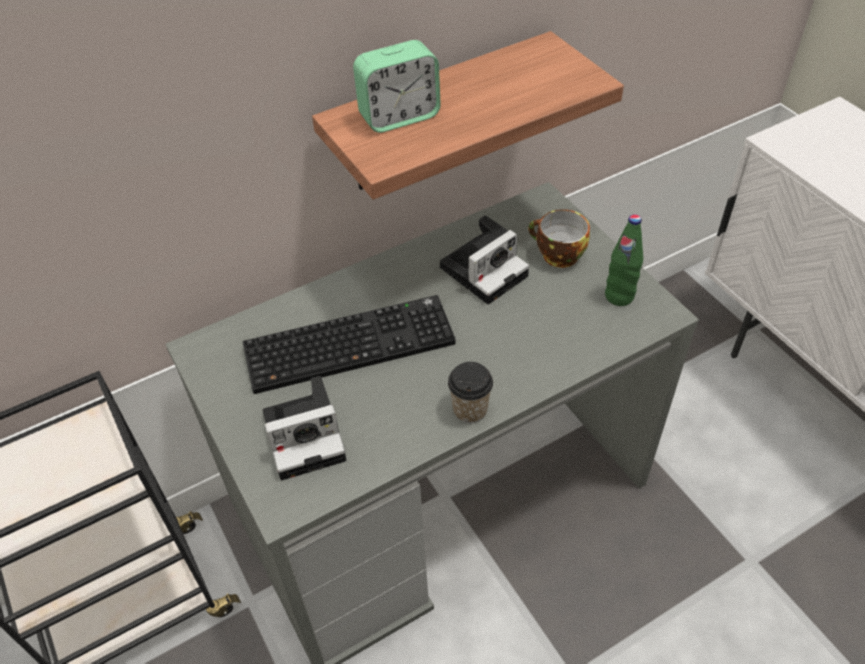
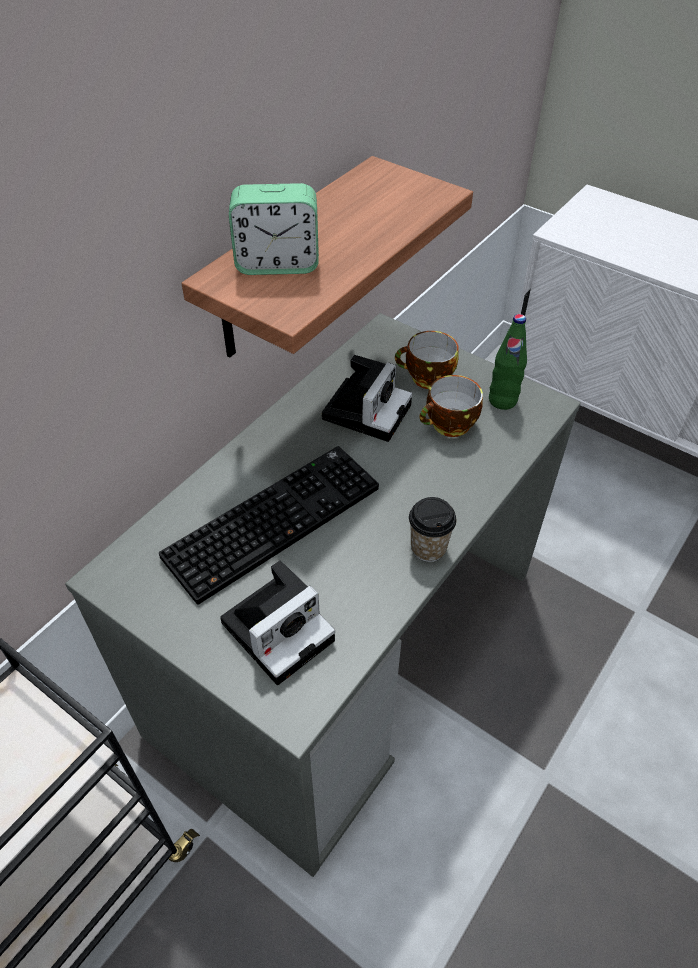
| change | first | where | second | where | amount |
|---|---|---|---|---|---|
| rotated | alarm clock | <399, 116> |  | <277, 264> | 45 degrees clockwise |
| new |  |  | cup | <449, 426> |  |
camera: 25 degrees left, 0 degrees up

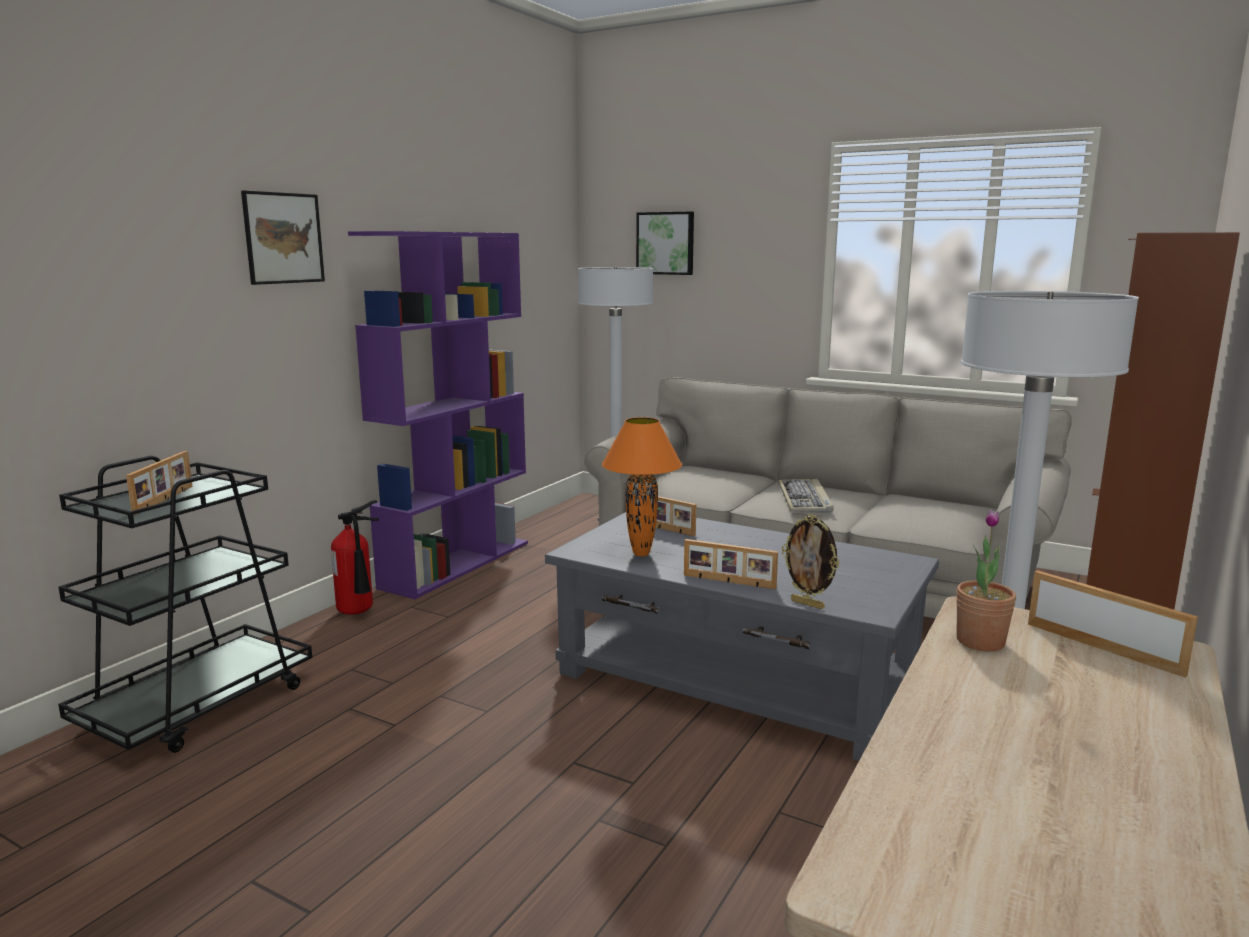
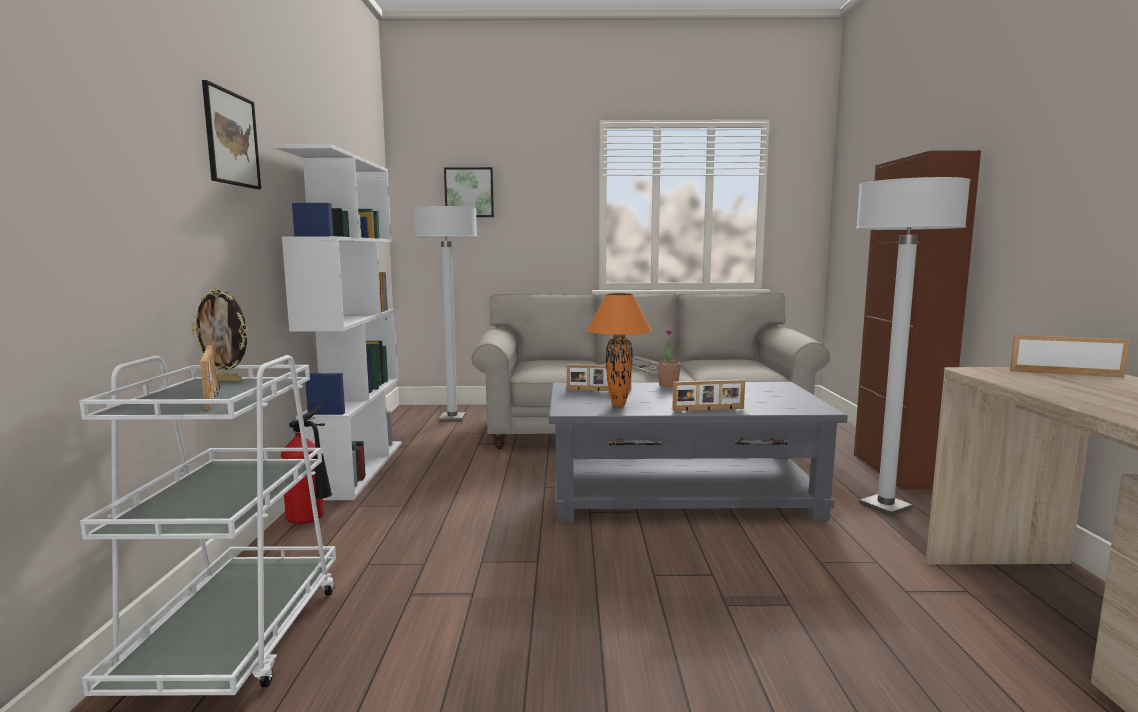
| change | first | where | second | where | amount |
|---|---|---|---|---|---|
| repainted | purple bookcase | <457, 564> | white bookcase | <357, 468> |  |
| repainted | black cart | <198, 705> | white cart | <236, 638> |  |
| shifted | potted plant | <980, 641> |  | <668, 385> |  |
| shifted | picture frame | <808, 604> |  | <226, 380> |  |
camera: 30 degrees left, 5 degrees down

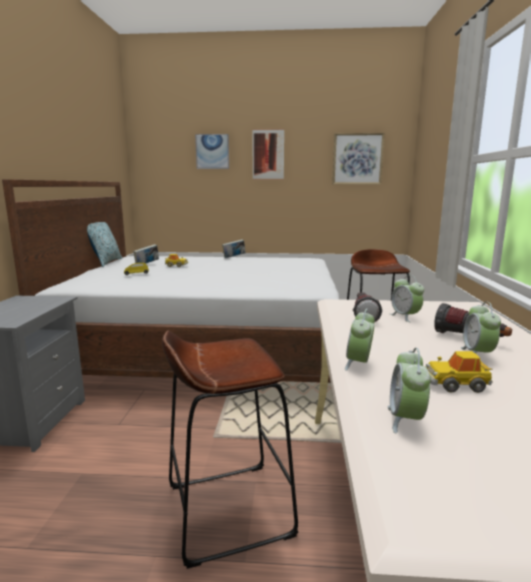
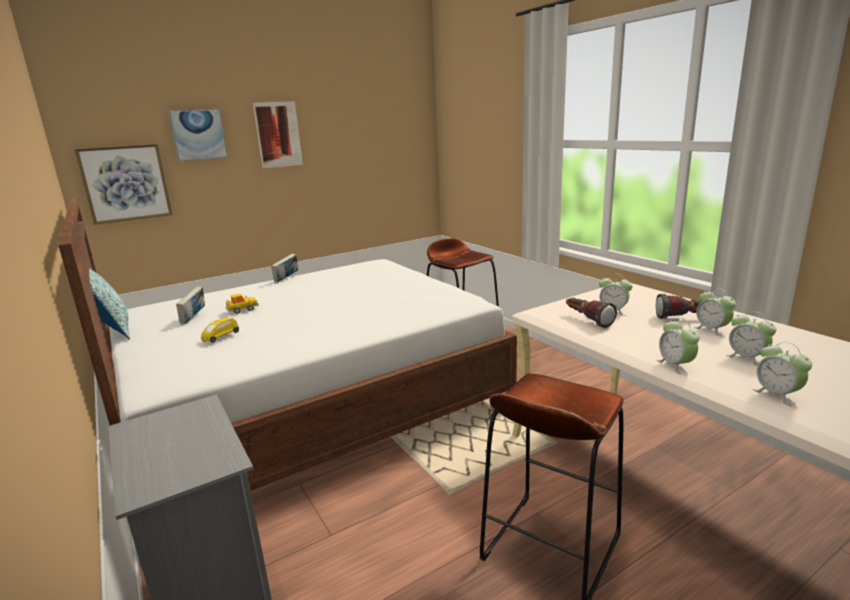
| change | first | where | second | where | amount |
|---|---|---|---|---|---|
| shifted | picture | <357, 159> |  | <125, 183> |  |
| swapped | toy car | <456, 384> | alarm clock | <747, 358> |  |
camera: 35 degrees left, 5 degrees up

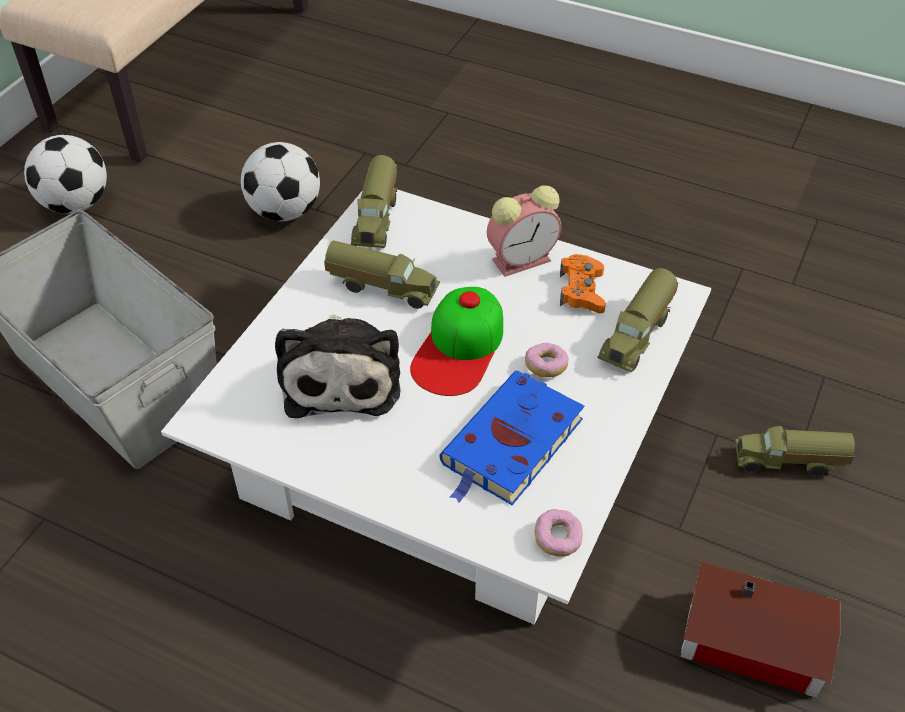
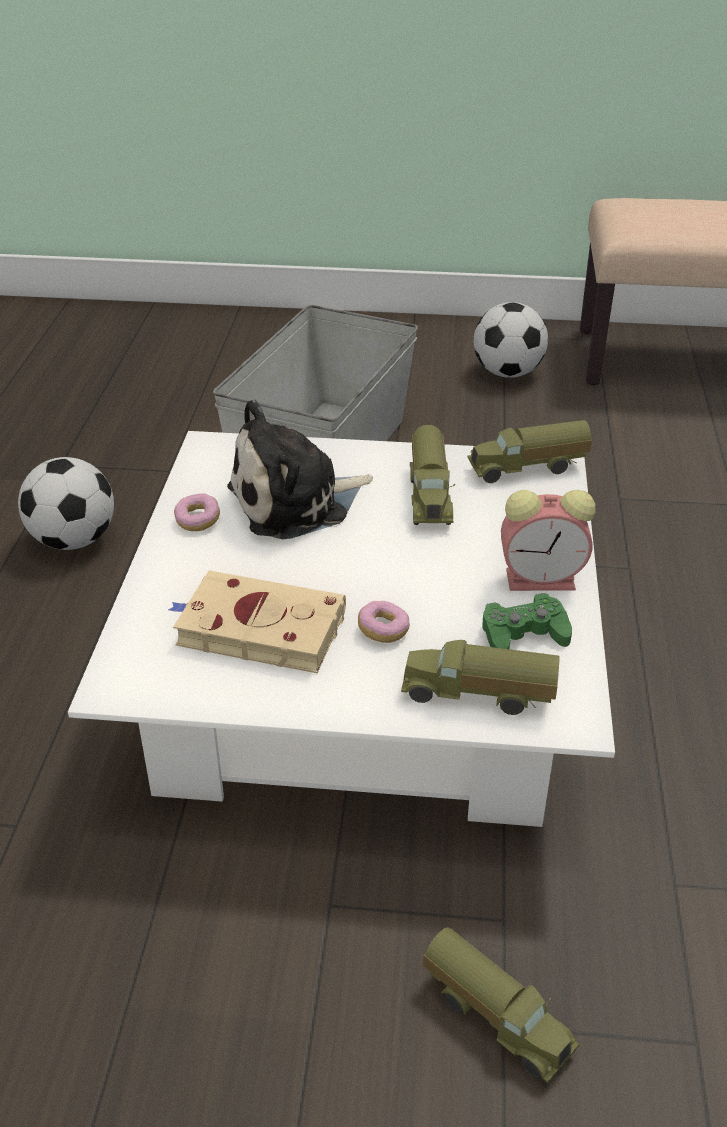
| change | first | where | second | where | amount |
|---|---|---|---|---|---|
| shifted | football | <285, 211> |  | <74, 540> |  |
| rotated | alarm clock | <523, 259> |  | <543, 579> | 45 degrees counterclockwise |
| repainted | orange game controller | <581, 291> | green game controller | <523, 634> |  |
| gone | cap | <459, 348> |  |  |  |
| repainted | blue book | <511, 445> | beige book | <256, 628> |  |
| rotated | toy truck | <788, 462> |  | <497, 1016> | 150 degrees clockwise |
| shifted | donut | <557, 539> |  | <198, 521> |  |
| gone | toy house | <756, 647> |  |  |  |
camera: 70 degrees right, 10 degrees down

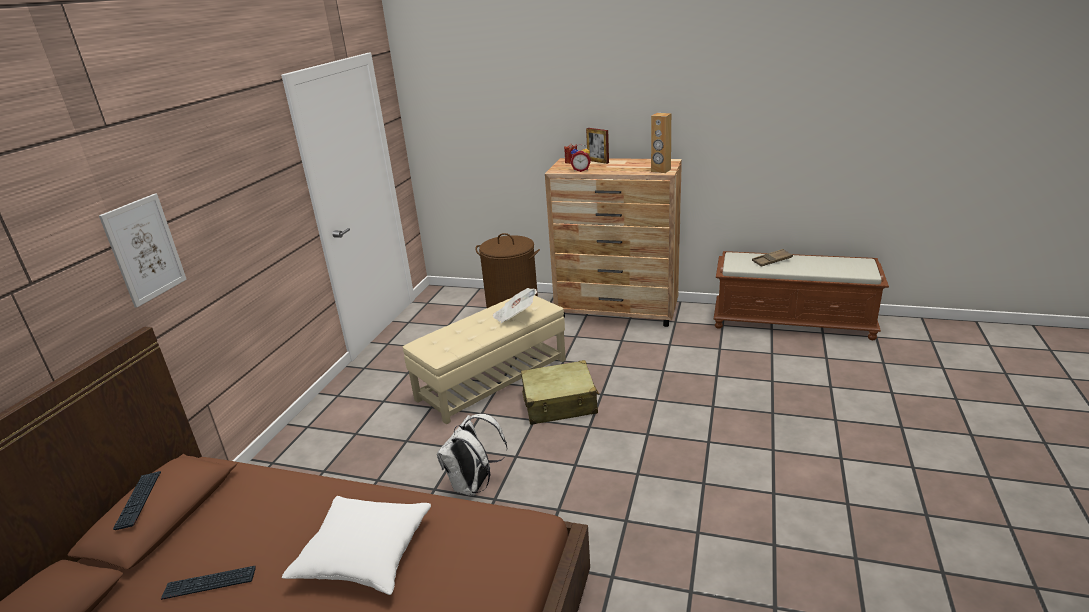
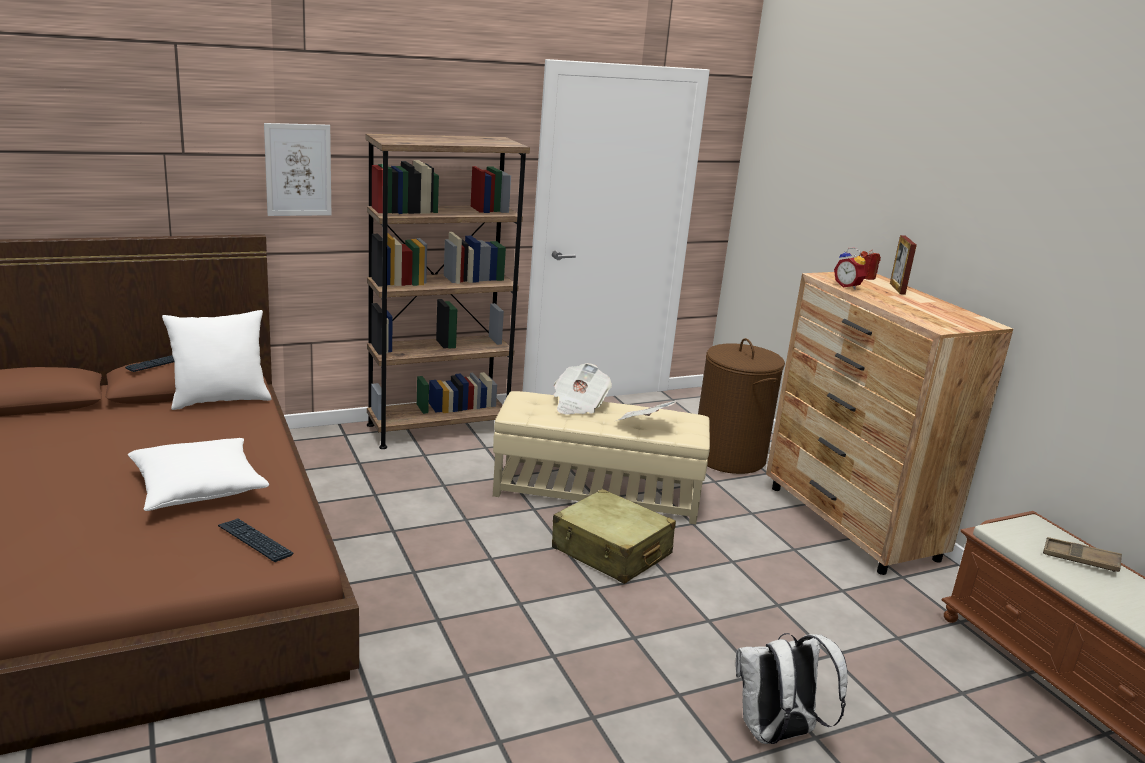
| change | first | where | second | where | amount |
|---|---|---|---|---|---|
| gone | brown speaker | <660, 170> |  |  |  |
| shifted | white backpack | <474, 485> |  | <776, 734> |  |
| shifted | keyboard | <210, 583> |  | <255, 541> |  |
| new |  |  | brown bookcase | <438, 429> |  |
| new |  |  | white pillow | <220, 400> |  |
| new |  |  | newspaper | <578, 405> |  |
camera: 45 degrees right, 5 degrees down

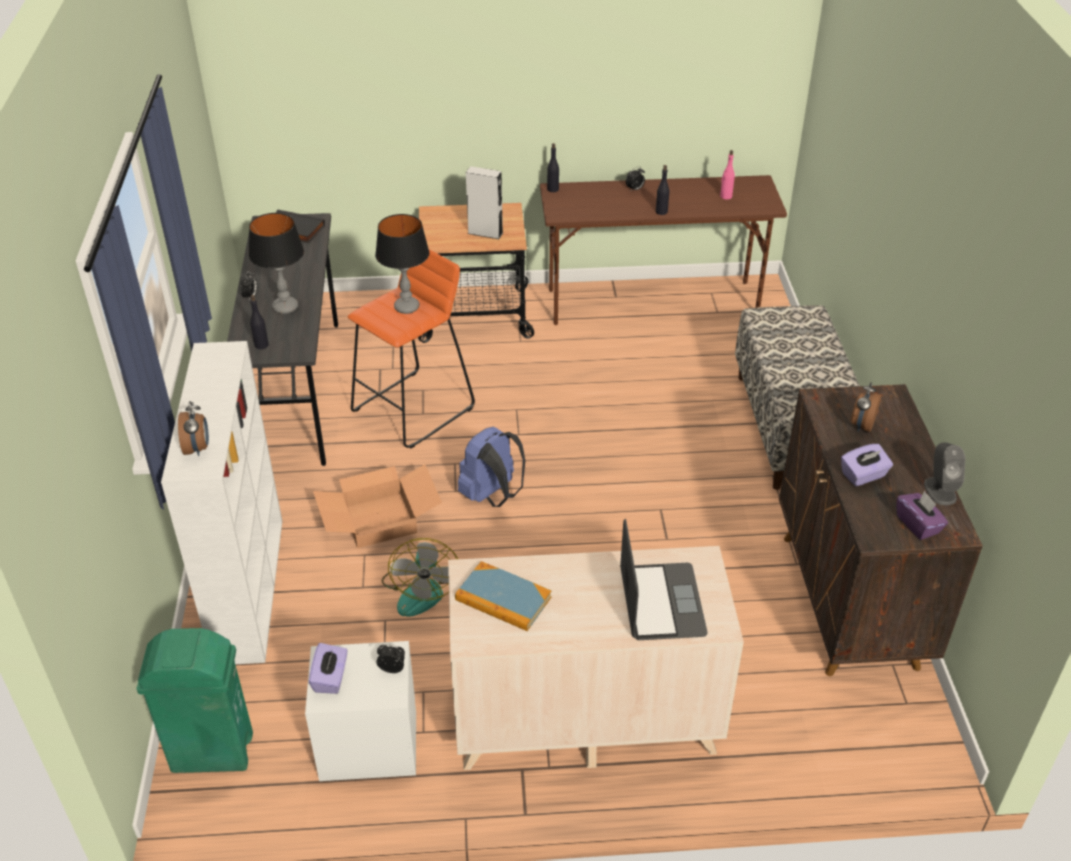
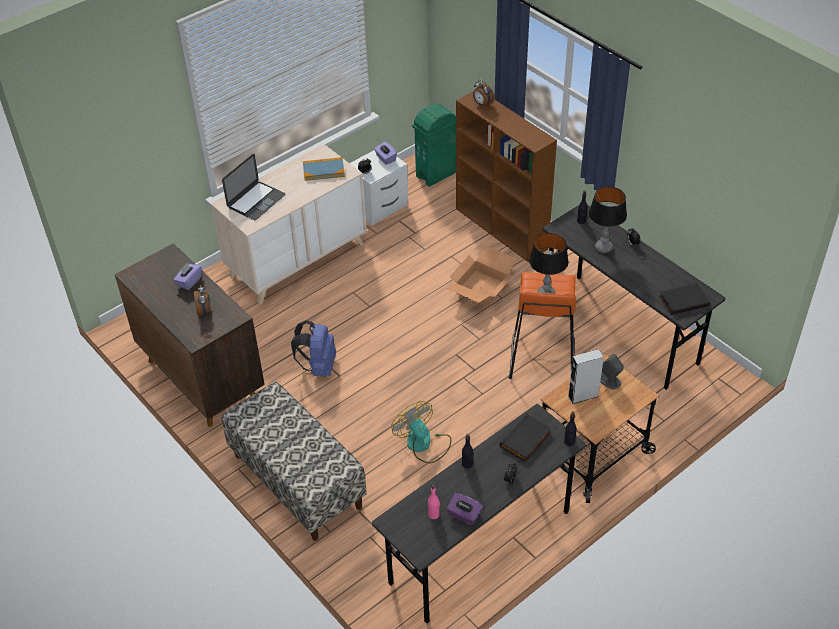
| change | first | where | second | where | amount |
|---|---|---|---|---|---|
| repainted | brown desk | <653, 302> | grey desk | <480, 548> |  |
| repainted | white bookcase | <249, 587> | brown bookcase | <502, 229> |  |
| shifted | blue backpack | <492, 495> |  | <318, 366> |  |
| shifted | grey speaker | <939, 490> |  | <609, 380> |  |
| shifted | purple tissue box | <918, 525> |  | <464, 515> |  |
| rotated | laptop | <661, 601> |  | <256, 201> | 105 degrees counterclockwise |
| shifted | fan | <421, 589> |  | <423, 444> |  |
| new |  |  | black book | <526, 440> |  |
camera: 145 degrees right, 5 degrees up

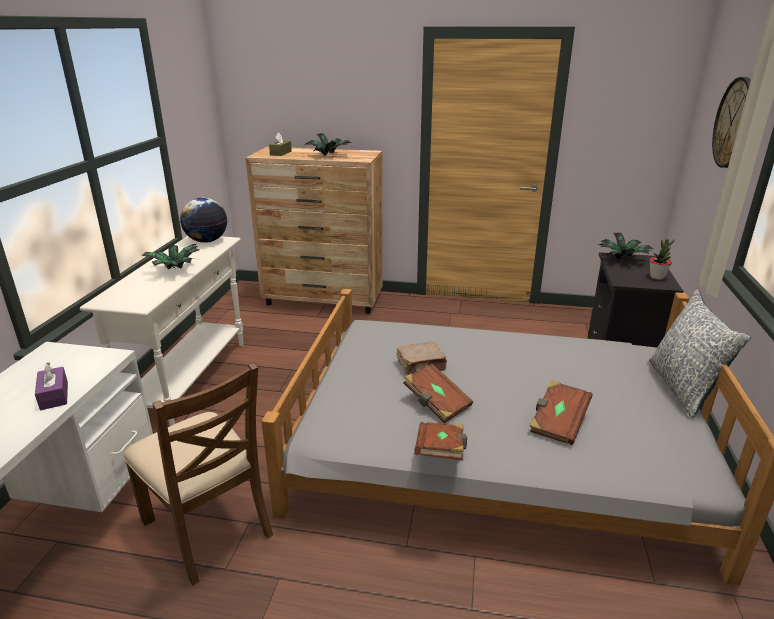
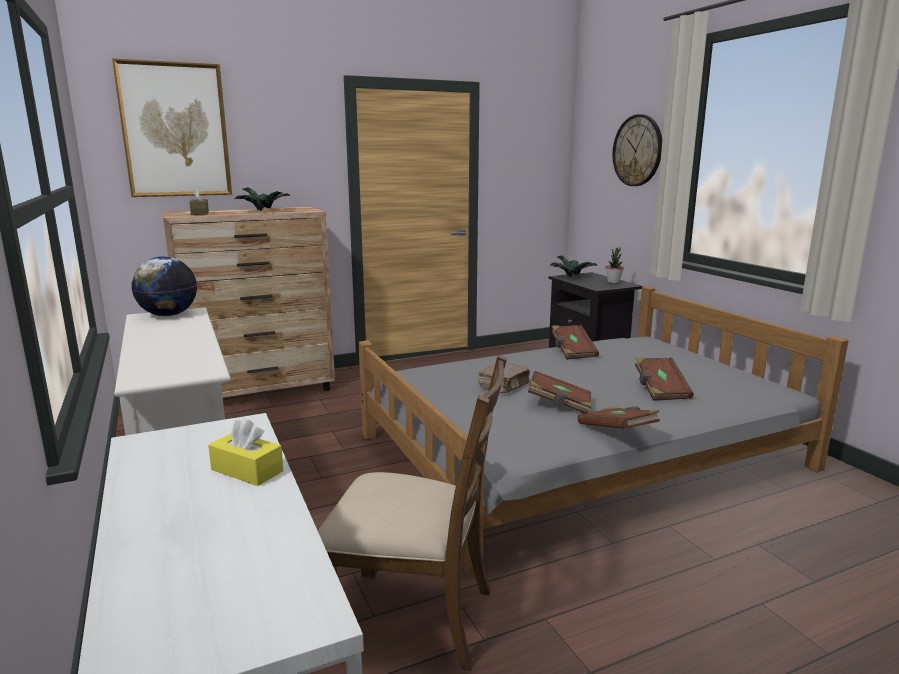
| change | first | where | second | where | amount |
|---|---|---|---|---|---|
| gone | potted plant | <174, 270> |  |  |  |
| gone | pillow | <683, 388> |  |  |  |
| repainted | purple tissue box | <54, 395> | yellow tissue box | <247, 470> |  |
| new |  |  | picture | <175, 130> |  |
| new |  |  | brown book | <572, 352> |  |
camera: 35 degrees left, 10 degrees down

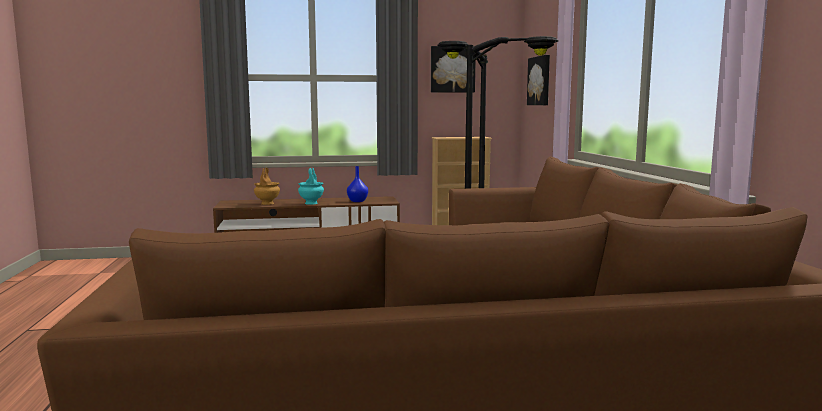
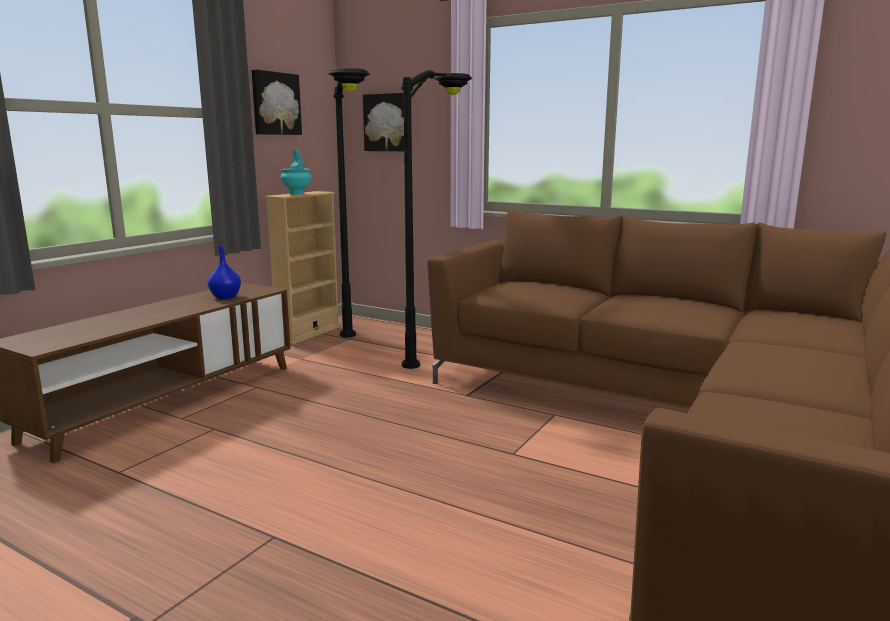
| change | first | where | second | where | amount |
|---|---|---|---|---|---|
| gone | brown vase | <267, 203> |  |  |  |
| shifted | turquoise vase | <311, 203> |  | <297, 194> |  |
camera: 50 degrees left, 5 degrees up

